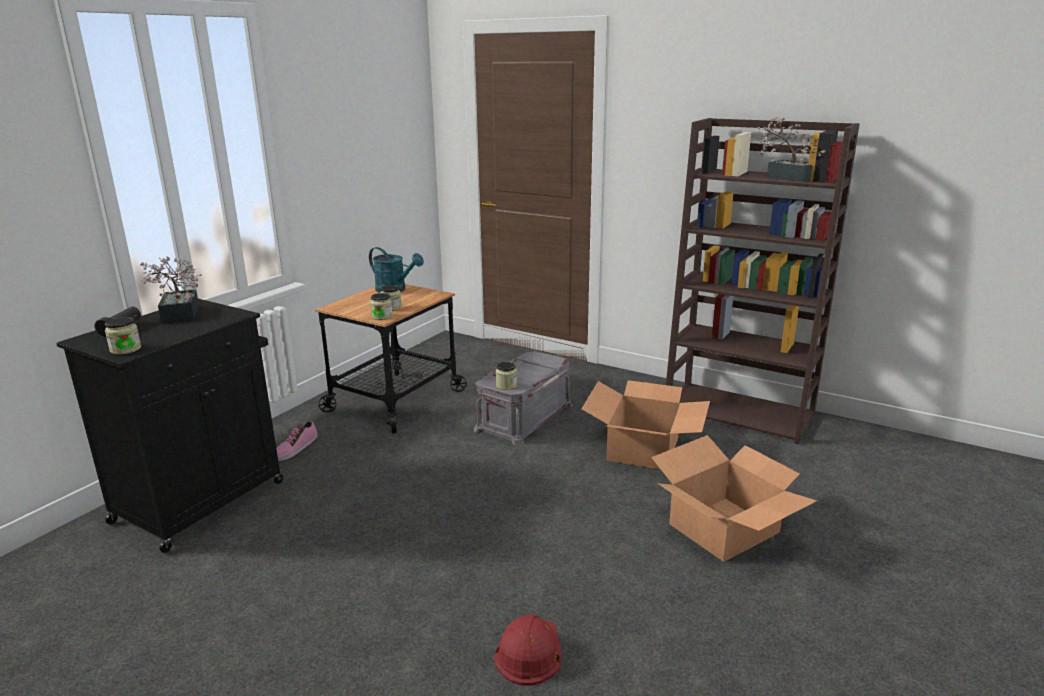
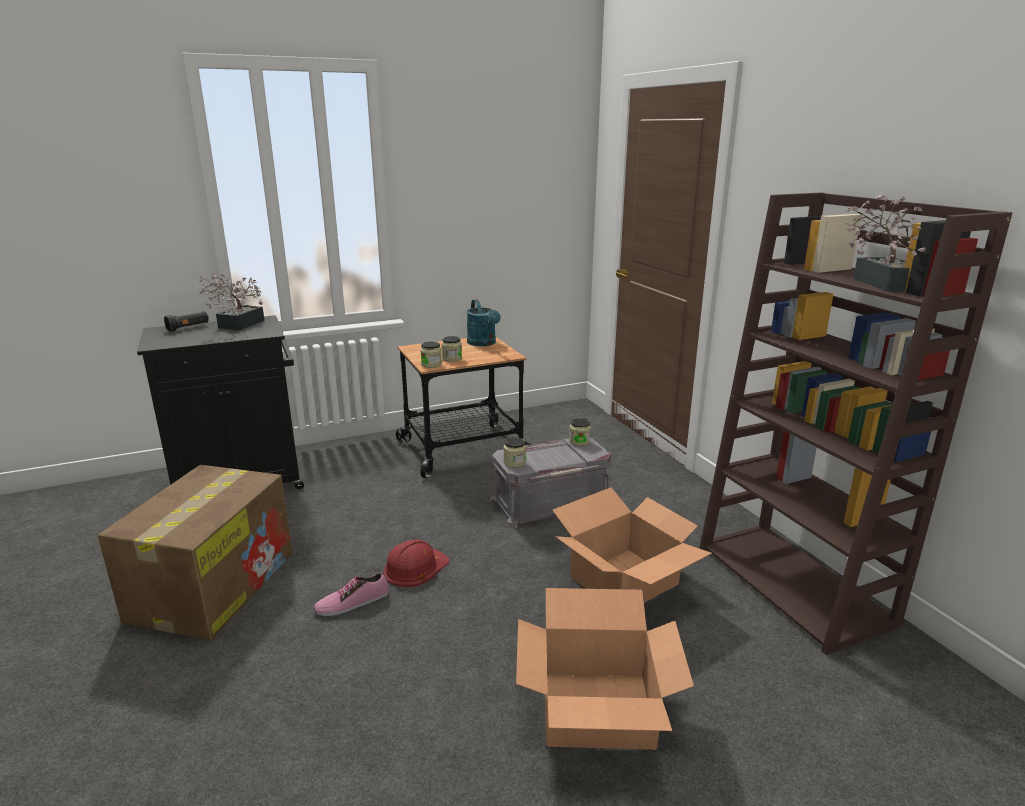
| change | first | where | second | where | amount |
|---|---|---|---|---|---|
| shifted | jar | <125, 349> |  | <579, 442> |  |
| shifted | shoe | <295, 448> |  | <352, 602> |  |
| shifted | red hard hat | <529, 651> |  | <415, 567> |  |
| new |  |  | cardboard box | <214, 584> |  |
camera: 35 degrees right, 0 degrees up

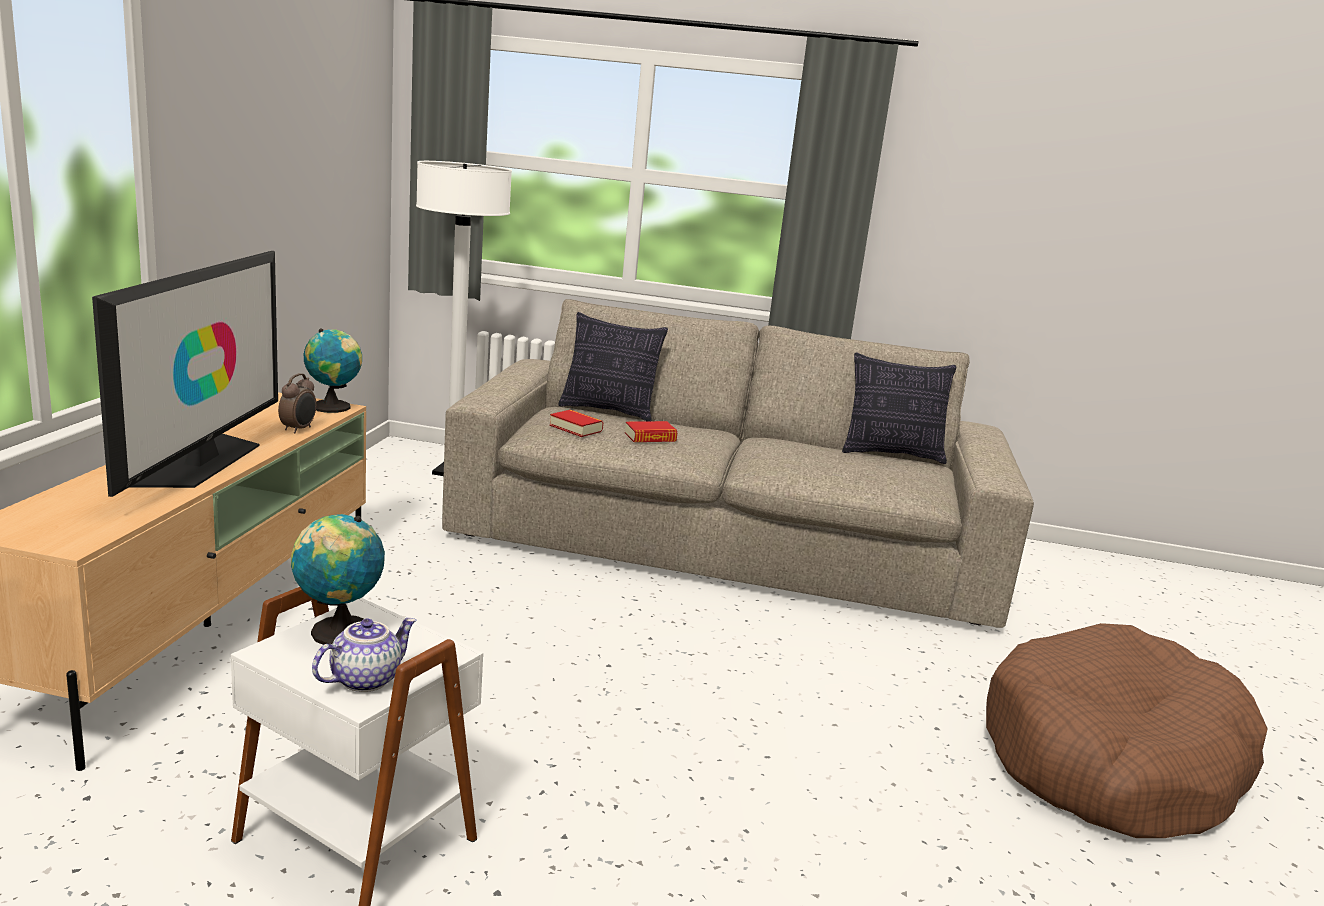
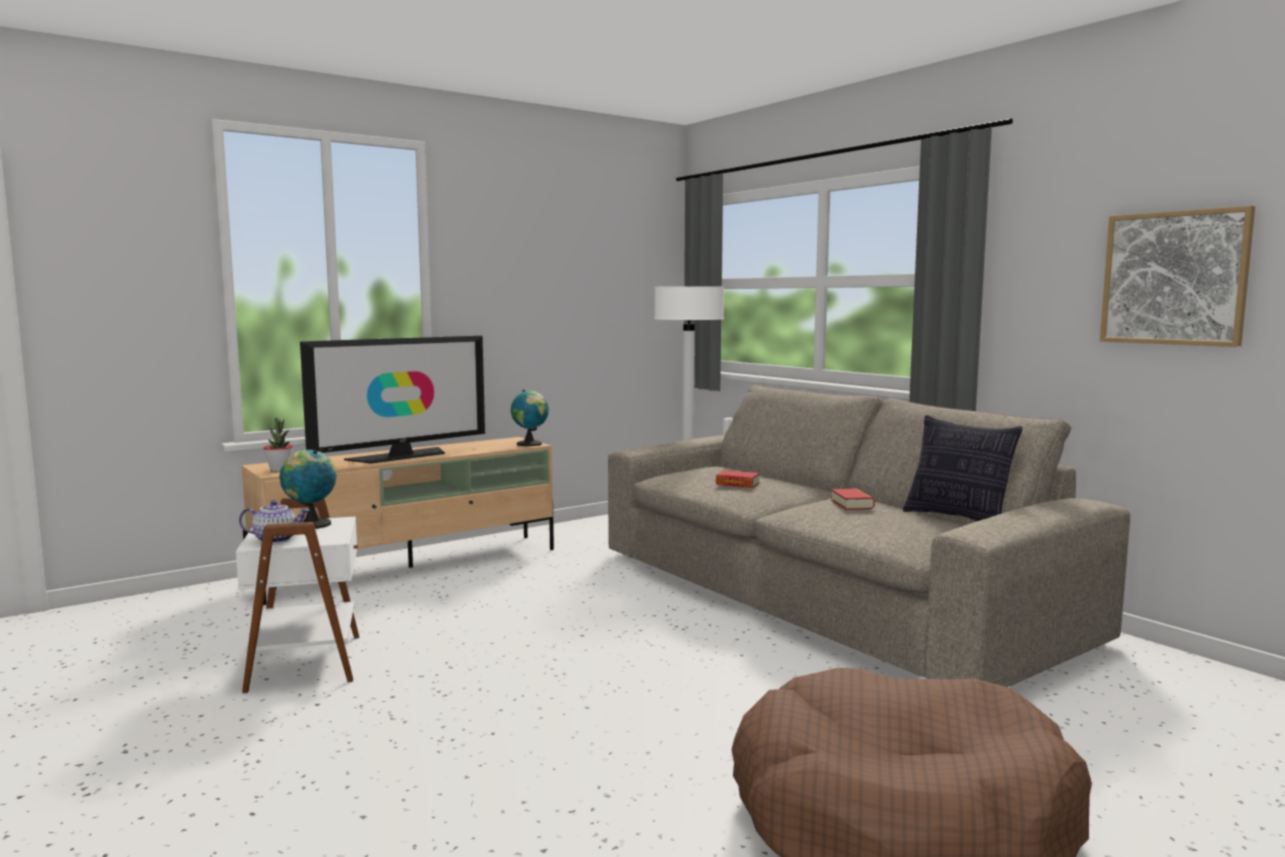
| change | first | where | second | where | amount |
|---|---|---|---|---|---|
| gone | pillow | <609, 411> |  |  |  |
| gone | alarm clock | <299, 429> |  |  |  |
| shifted | book | <576, 428> |  | <852, 504> |  |
| new |  |  | picture | <1174, 278> |  |
| new |  |  | potted plant | <279, 469> |  |
camera: 45 degrees right, 10 degrees down

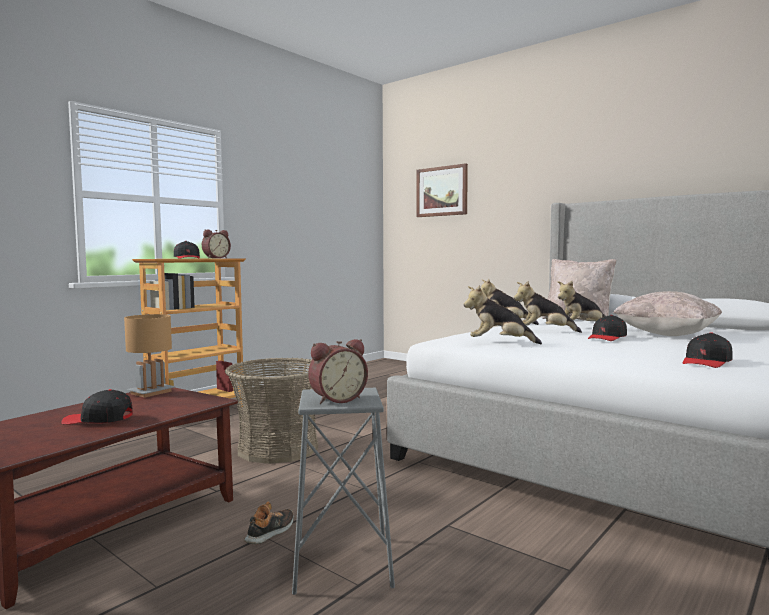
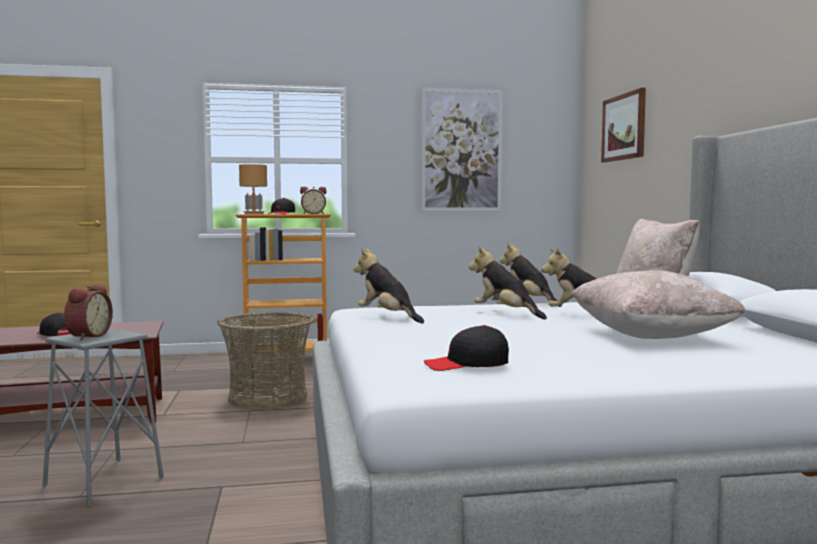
| change | first | where | second | where | amount |
|---|---|---|---|---|---|
| shifted | brown table lamp | <151, 392> |  | <254, 214> |  |
| gone | black cap | <607, 337> |  |  |  |
| rotated | alarm clock | <337, 399> |  | <87, 336> | 90 degrees counterclockwise |
| gone | shoe | <271, 532> |  |  |  |
| new |  |  | picture | <461, 150> |  |
camera: 40 degrees right, 0 degrees up

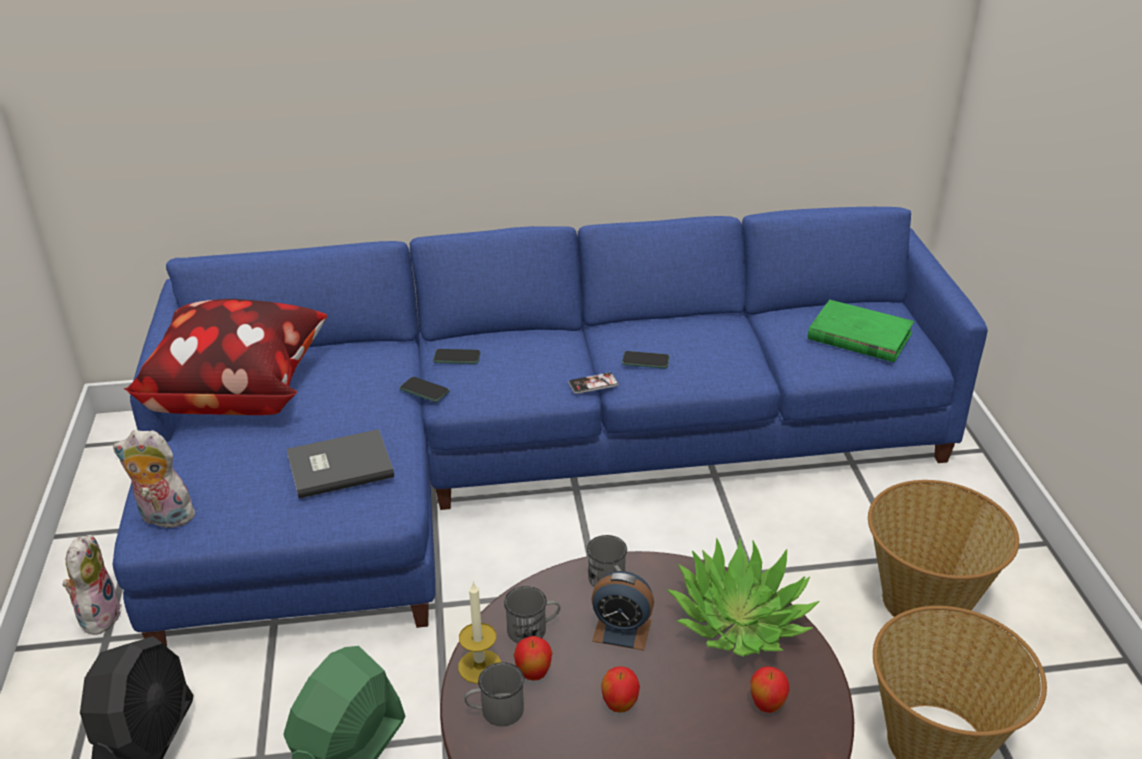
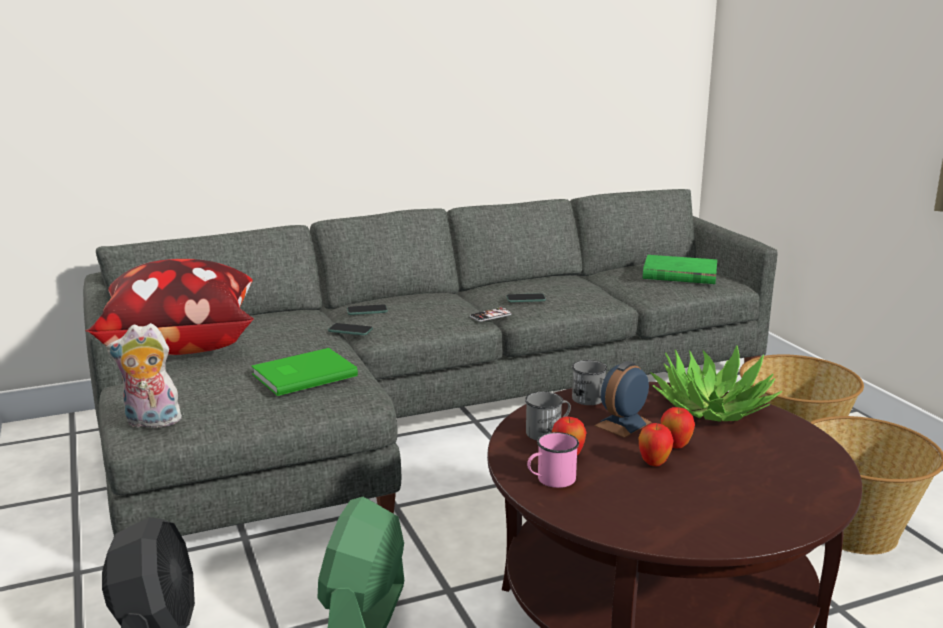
| change | first | where | second | where | amount |
|---|---|---|---|---|---|
| repainted | blue sofa | <521, 463> | grey sofa | <420, 412> |  |
| repainted | grey book | <338, 465> | green book | <302, 374> |  |
| gone | plush toy | <98, 615> |  |  |  |
| rotated | alarm clock | <622, 630> |  | <623, 424> | 135 degrees clockwise |
| gone | candle | <480, 666> |  |  |  |
| repainted | grey mug | <495, 711> | pink mug | <551, 480> |  |
| shifted | apple | <767, 706> |  | <675, 446> |  |
camera: 15 degrees left, 15 degrees down

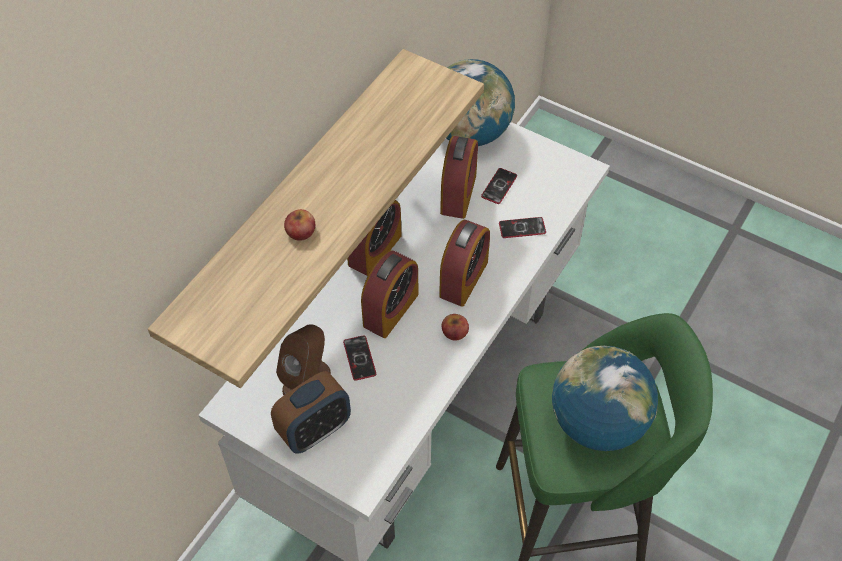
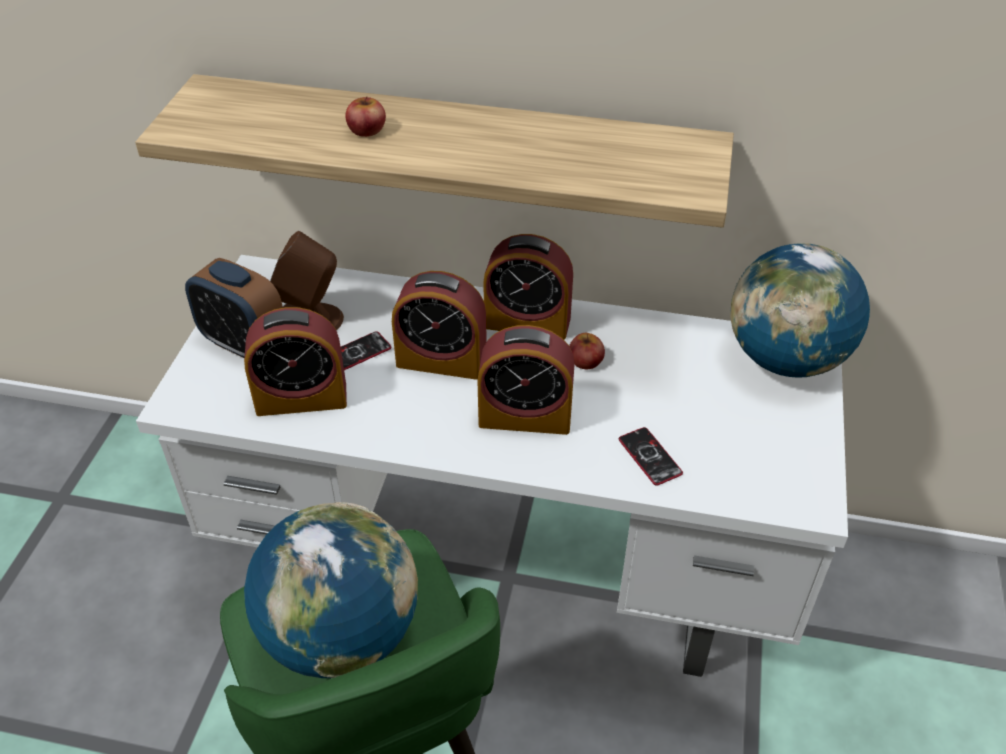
| change | first | where | second | where | amount |
|---|---|---|---|---|---|
| shifted | alarm clock | <458, 194> |  | <301, 398> |  |
| gone | phone | <499, 186> |  |  |  |
| shifted | apple | <454, 332> |  | <585, 360> |  |
camera: 70 degrees right, 10 degrees down

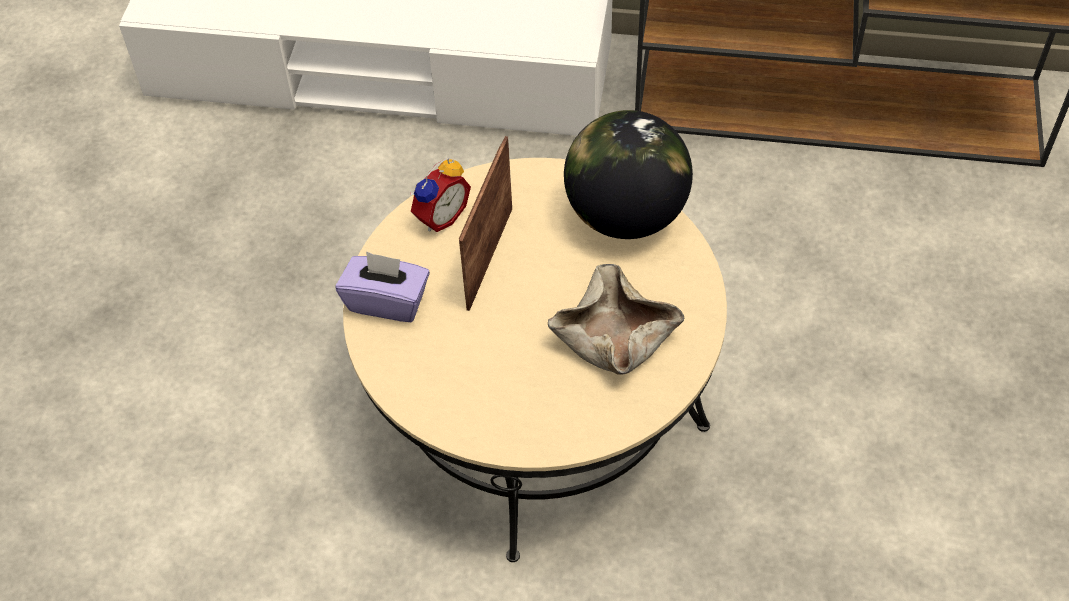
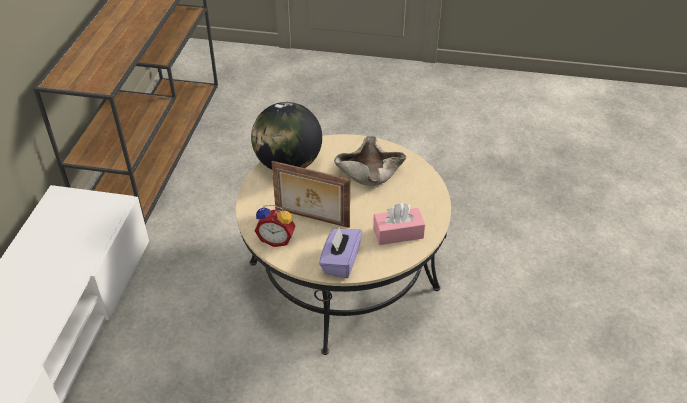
| change | first | where | second | where | amount |
|---|---|---|---|---|---|
| rotated | alarm clock | <439, 216> |  | <277, 239> | 150 degrees clockwise |
| new |  |  | pink tissue box | <398, 233> |  |
camera: 90 degrees left, 10 degrees down

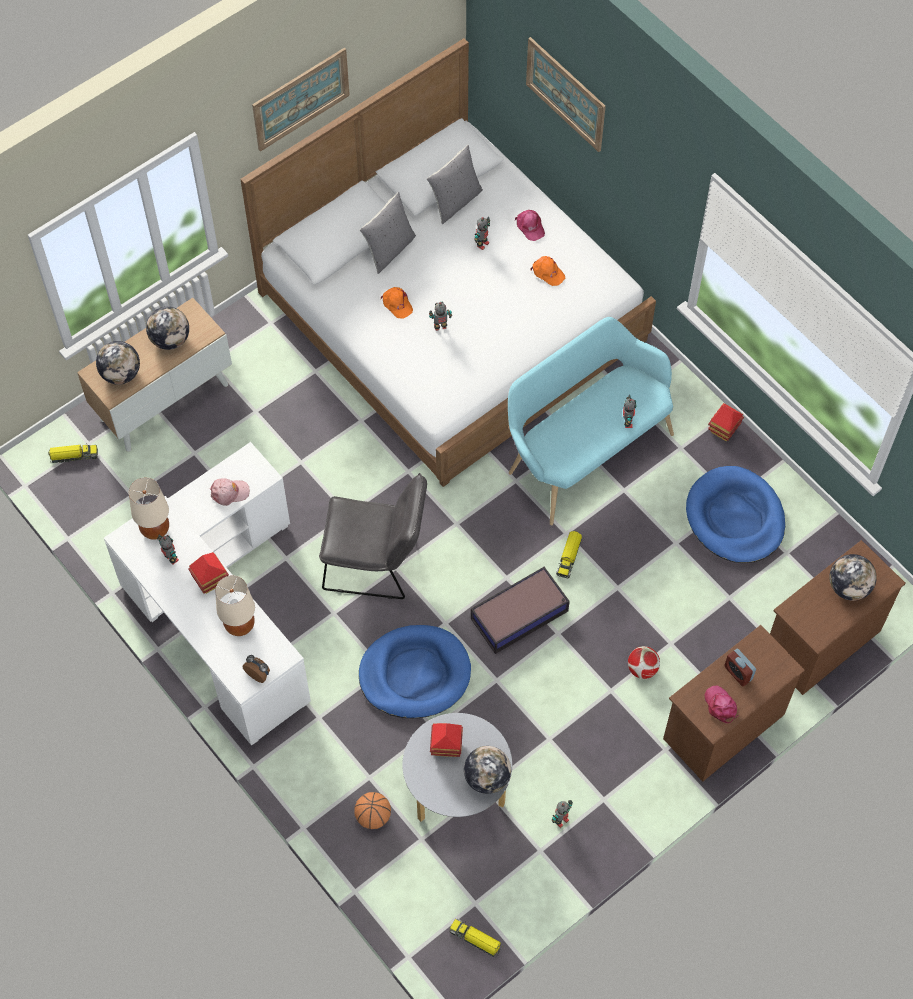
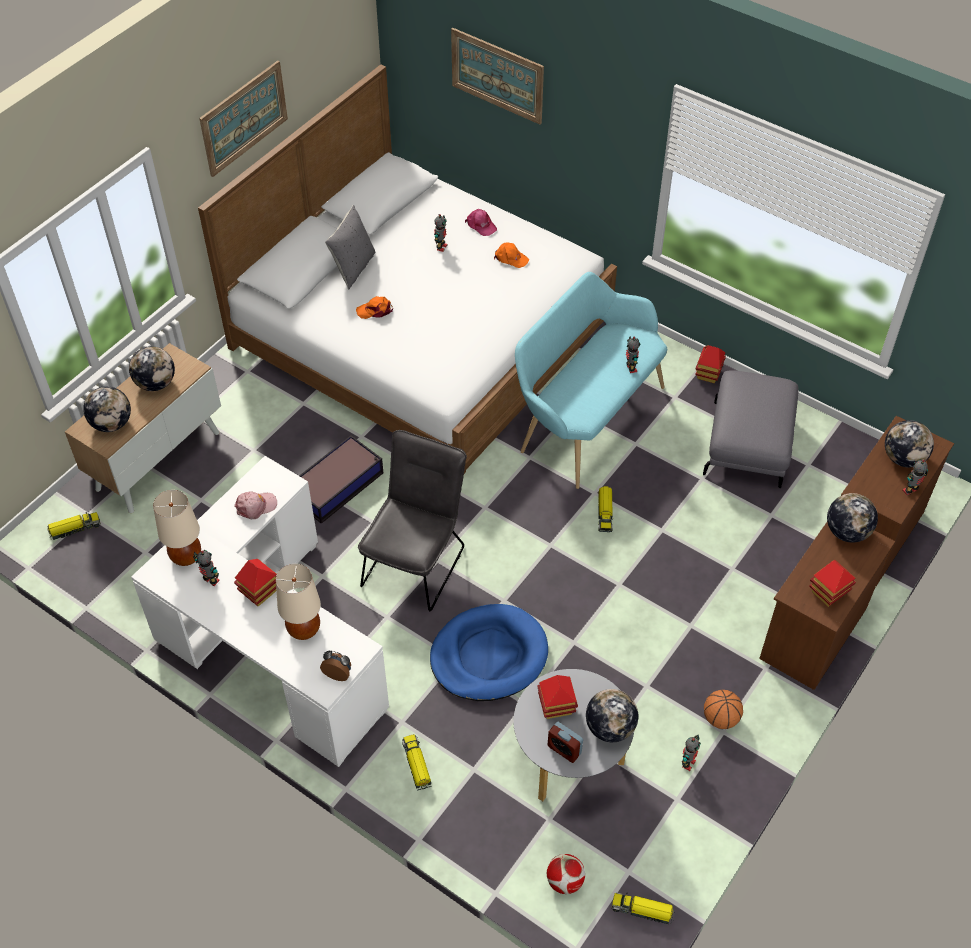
| change | first | where | second | where | amount |
|---|---|---|---|---|---|
| gone | grey pillow | <455, 201> |  |  |  |
| rotated | orange cap | <397, 304> |  | <375, 310> | 135 degrees clockwise |
| shifted | toy robot | <440, 327> |  | <910, 491> |  |
| swapped | blue dog bed | <735, 518> | grey ottoman | <748, 445> |  |
| rotated | grey chair | <376, 563> |  | <416, 560> | 60 degrees counterclockwise |
| shifted | storage box | <520, 614> |  | <338, 485> |  |
| shifted | football | <642, 669> |  | <564, 881> |  |
| shifted | alarm clock | <738, 673> |  | <564, 749> |  |
| swapped | pink cap | <720, 706> | toy house | <828, 593> |  |
| shifted | basketball | <373, 816> |  | <720, 718> |  |
| new |  |  | globe | <847, 532> |  |
| new |  |  | toy truck | <417, 765> |  |
camera: 15 degrees left, 10 degrees down

